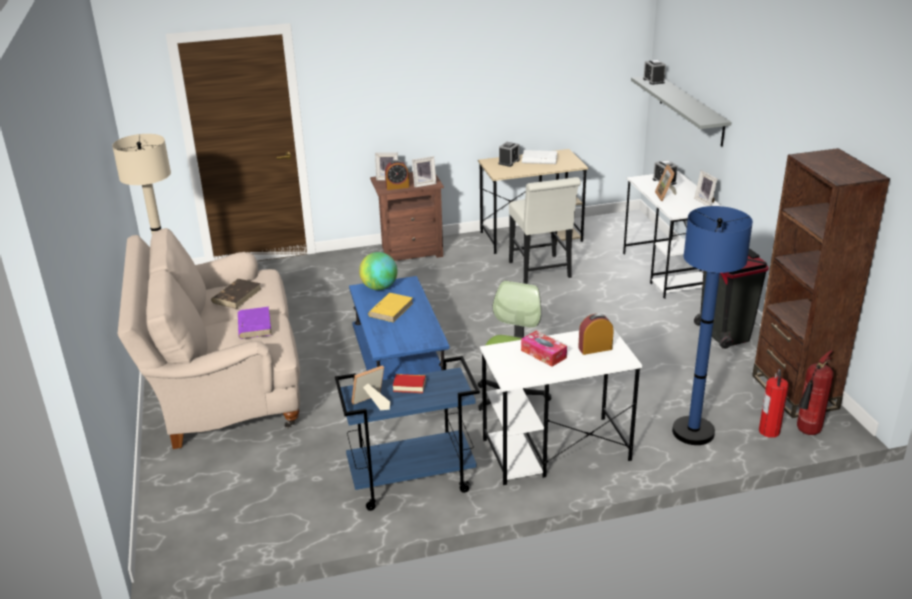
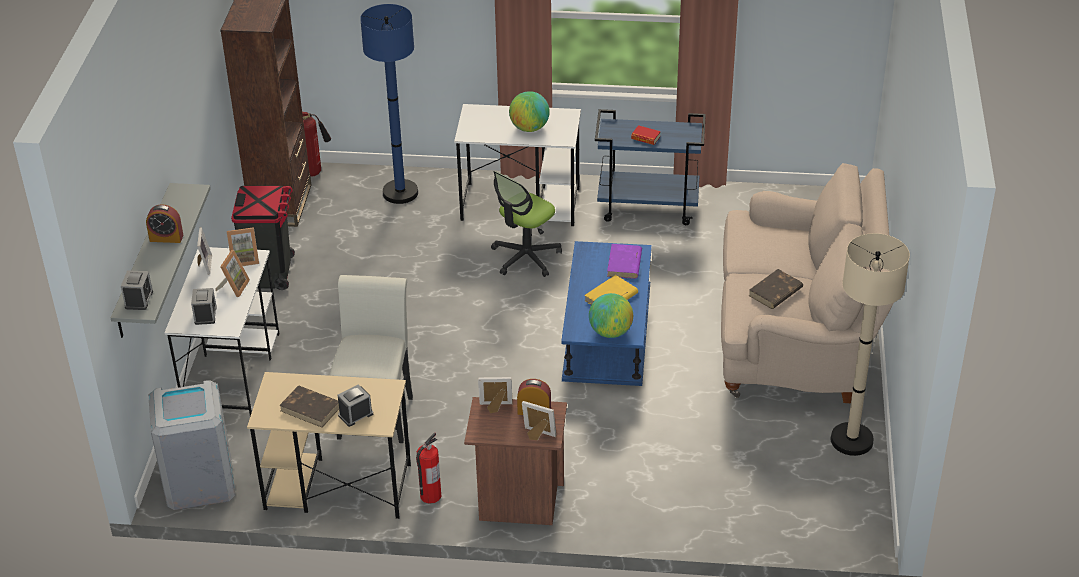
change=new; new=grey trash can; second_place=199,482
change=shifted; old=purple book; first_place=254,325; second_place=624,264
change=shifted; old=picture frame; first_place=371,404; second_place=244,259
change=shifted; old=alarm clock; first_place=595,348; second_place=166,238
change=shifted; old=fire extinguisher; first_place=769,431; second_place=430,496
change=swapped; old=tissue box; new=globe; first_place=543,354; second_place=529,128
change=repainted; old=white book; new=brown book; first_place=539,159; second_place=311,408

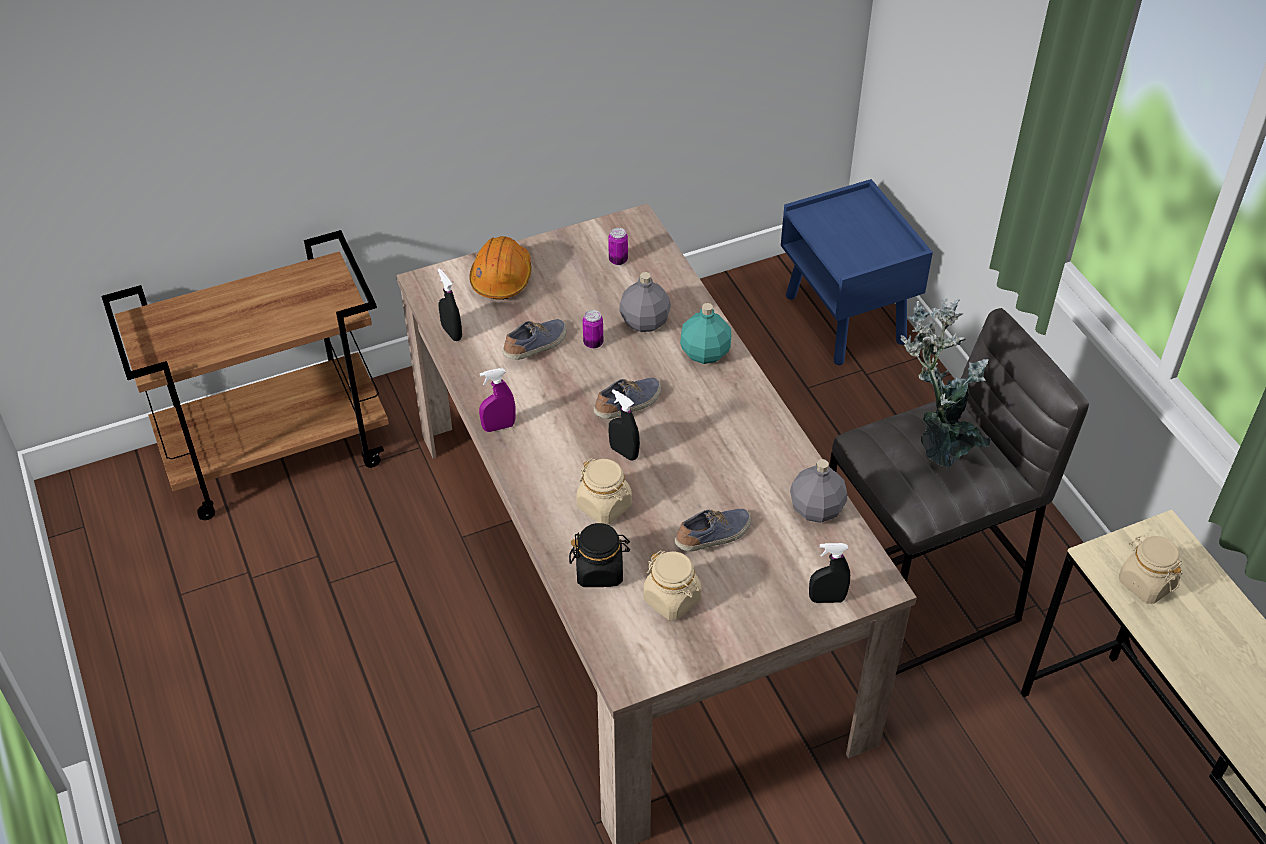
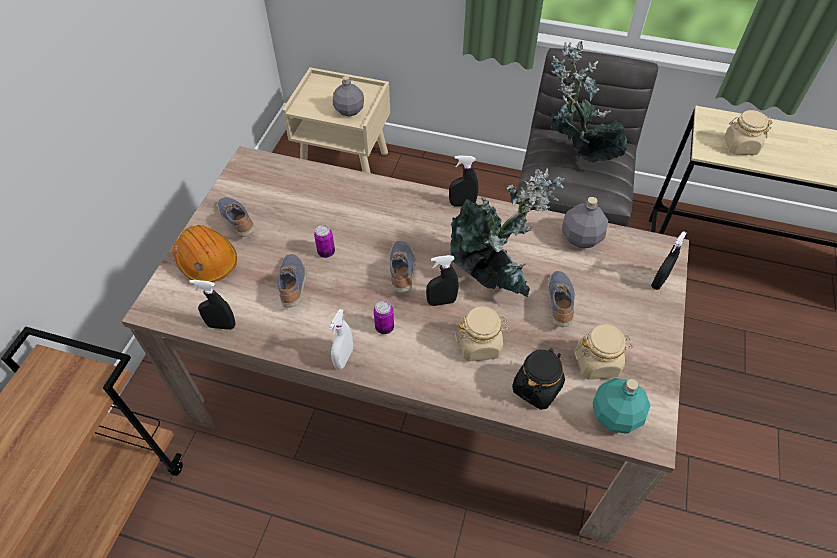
change=new; new=shoe; second_place=238,221
change=new; new=black spray bottle; second_place=462,204
change=new; new=potted plant; second_place=493,274
change=shifted; old=can; first_place=618,260; second_place=384,327
change=shifted; old=grey bottle; first_place=645,322; second_place=349,110
change=shifted; old=turquoise bottle; first_place=705,352; second_place=615,414
change=repainted; old=purple spray bottle; new=white spray bottle; first_place=498,427; second_place=344,358
change=repainted; old=blue nightstand; new=beige nightstand; first_place=846,320; second_place=345,162

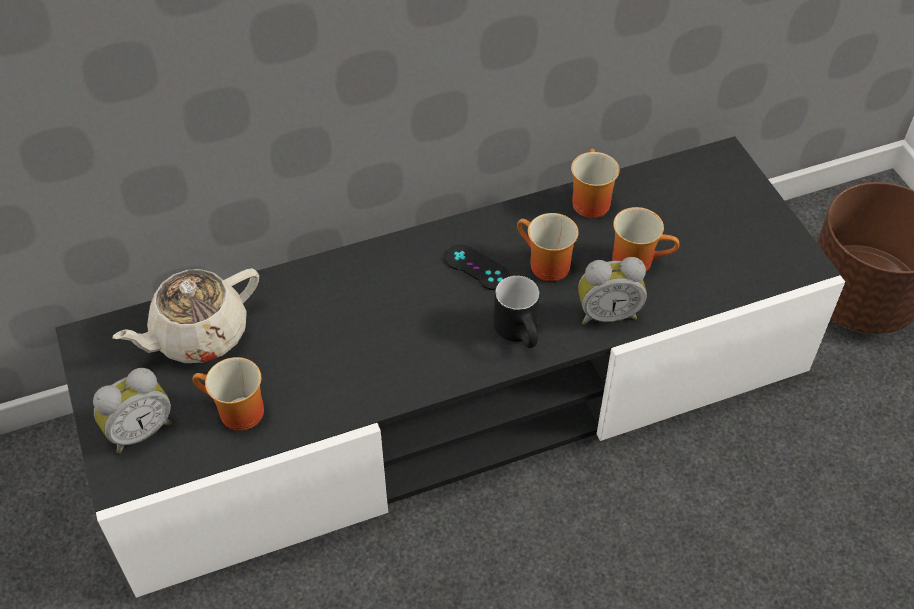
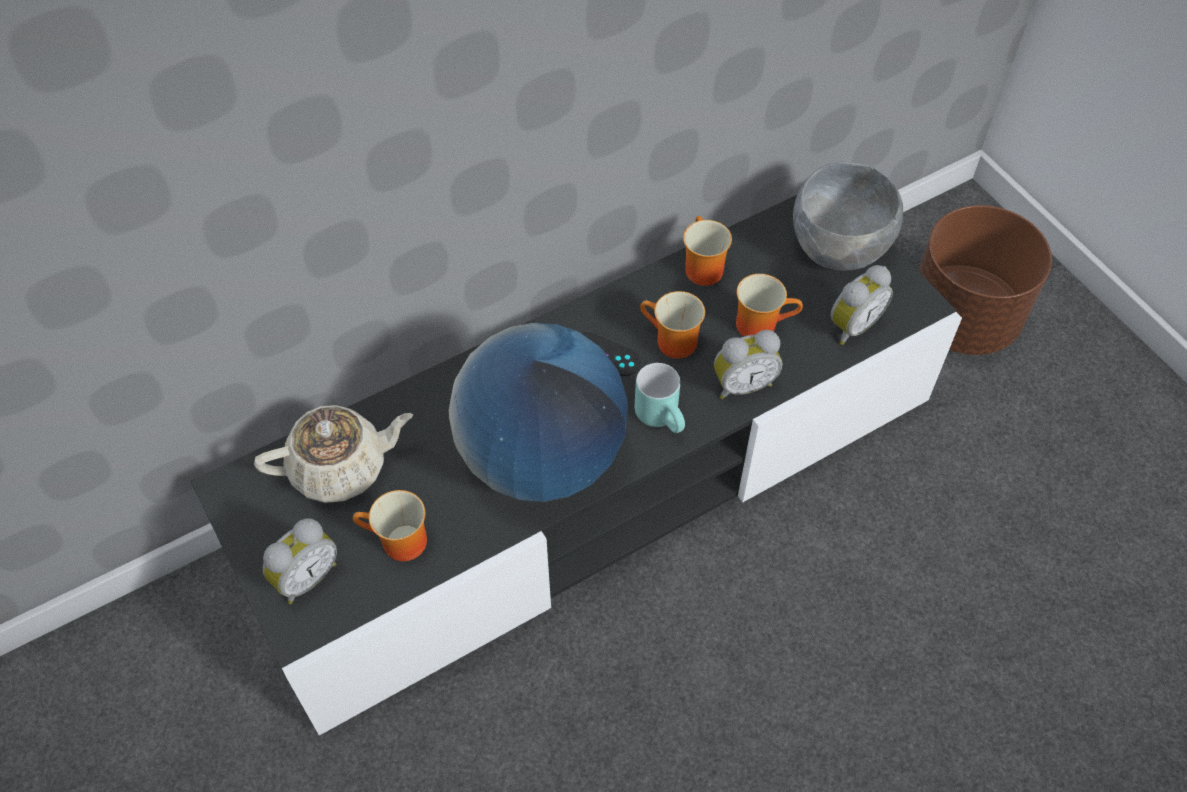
change=new; new=globe; second_place=541,458
change=new; new=grey bowl; second_place=839,248
change=new; new=alarm clock; second_place=851,325
change=repainted; old=black mug; new=turquoise mug; first_place=522,334; second_place=664,417
change=rotated; old=beige teapot; first_place=198,335; second_place=341,467; degrees=-150

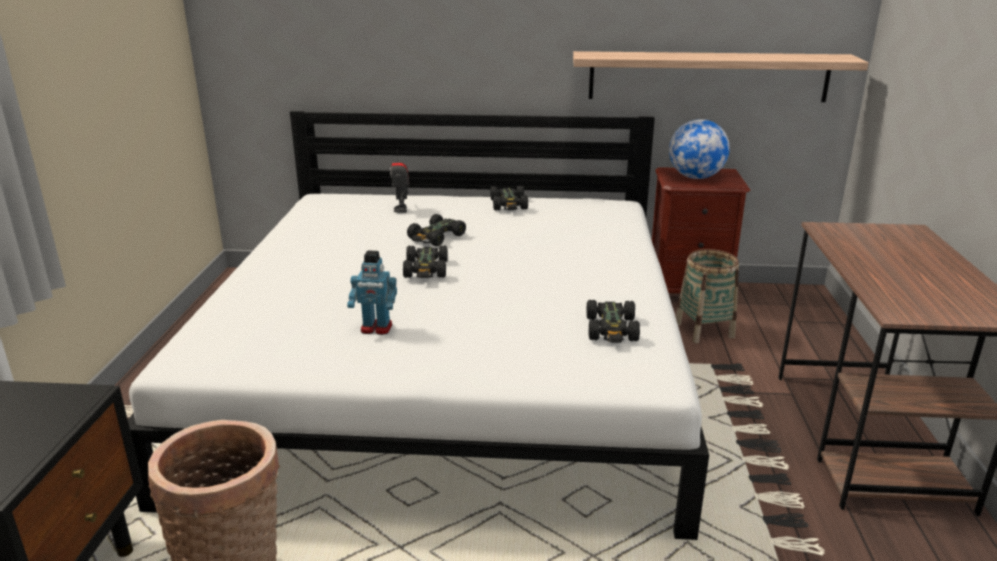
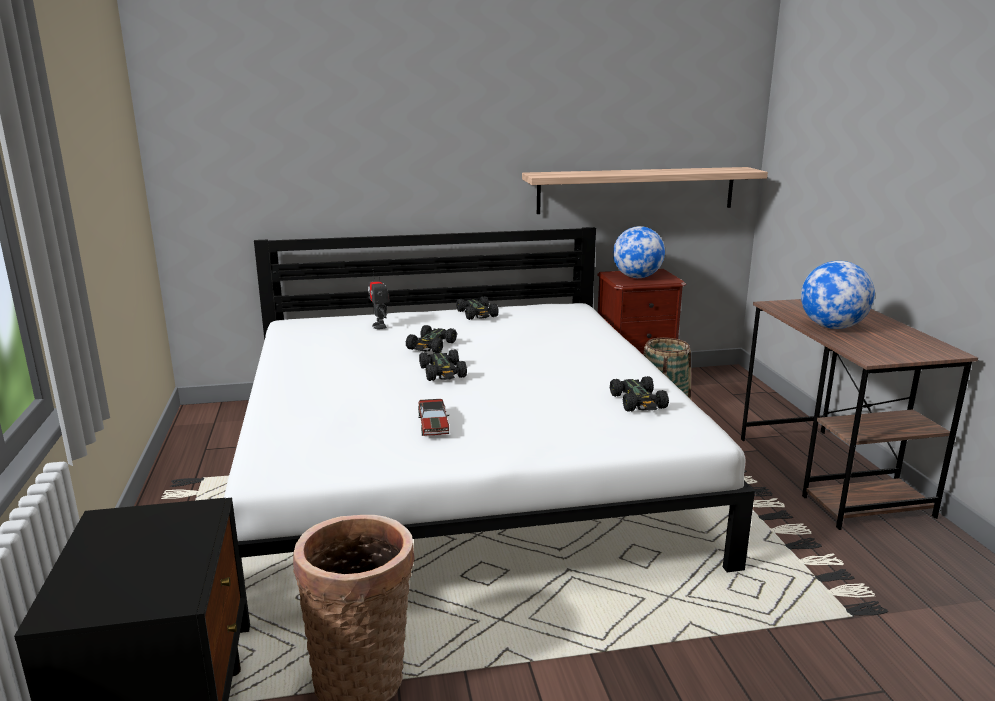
change=new; new=globe; second_place=832,327
change=swapped; old=toy robot; new=toy car; first_place=376,328; second_place=433,424

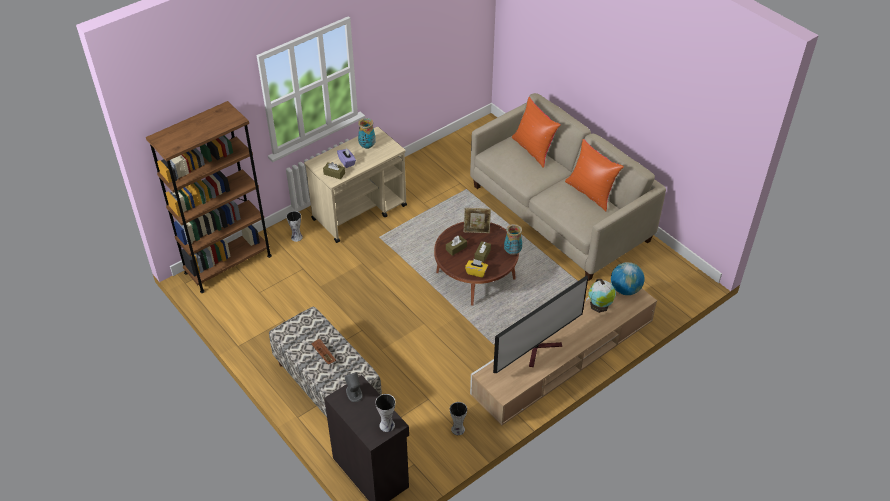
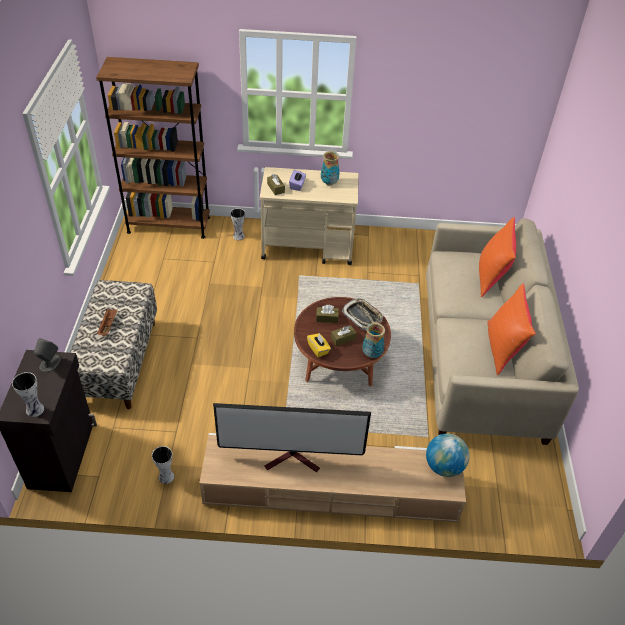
change=gone; old=globe; first_place=600,306
change=swapped; old=picture frame; new=tray; first_place=476,231; second_place=362,316

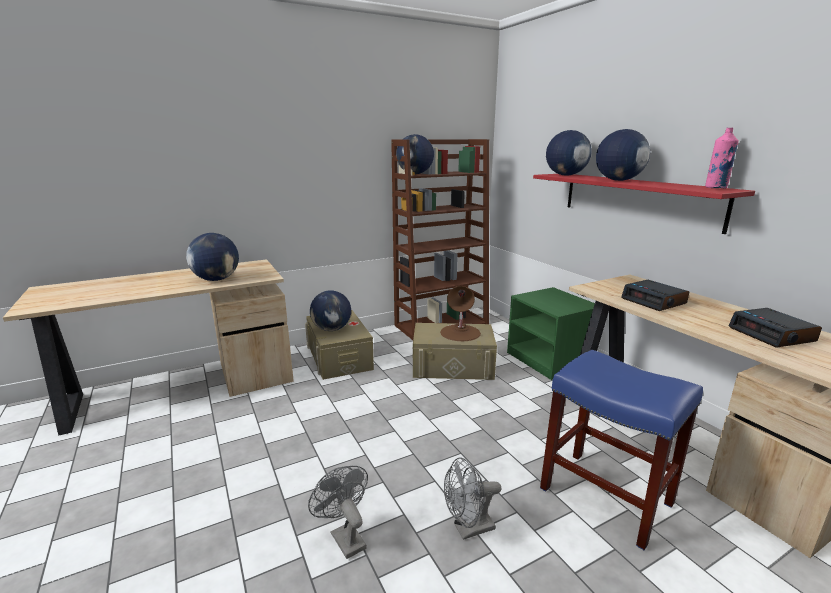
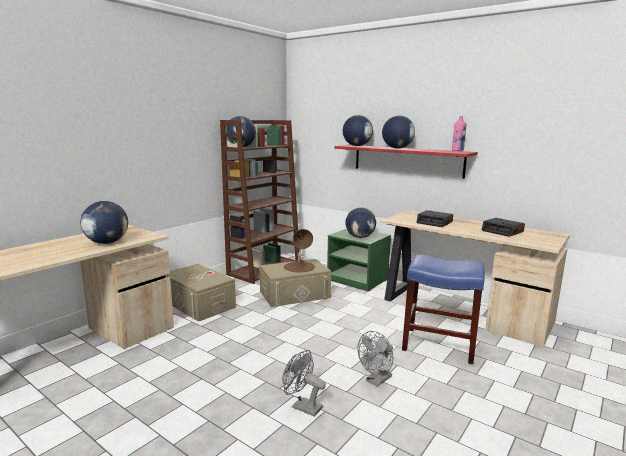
change=shifted; old=globe; first_place=332,329; second_place=360,237

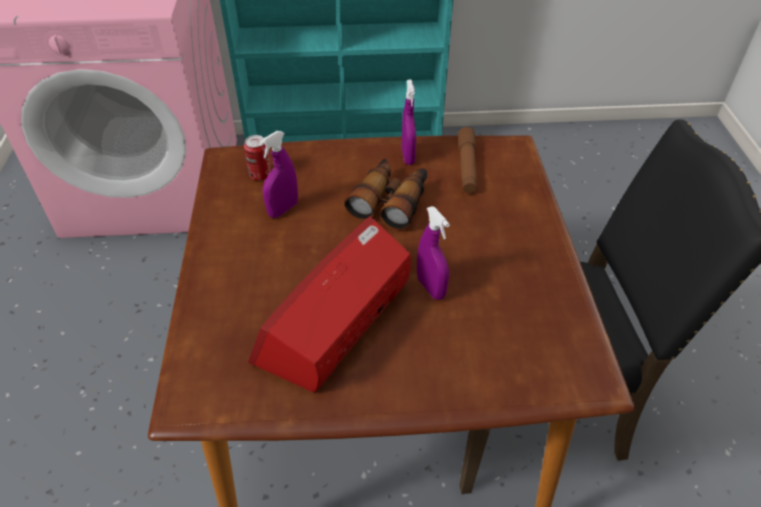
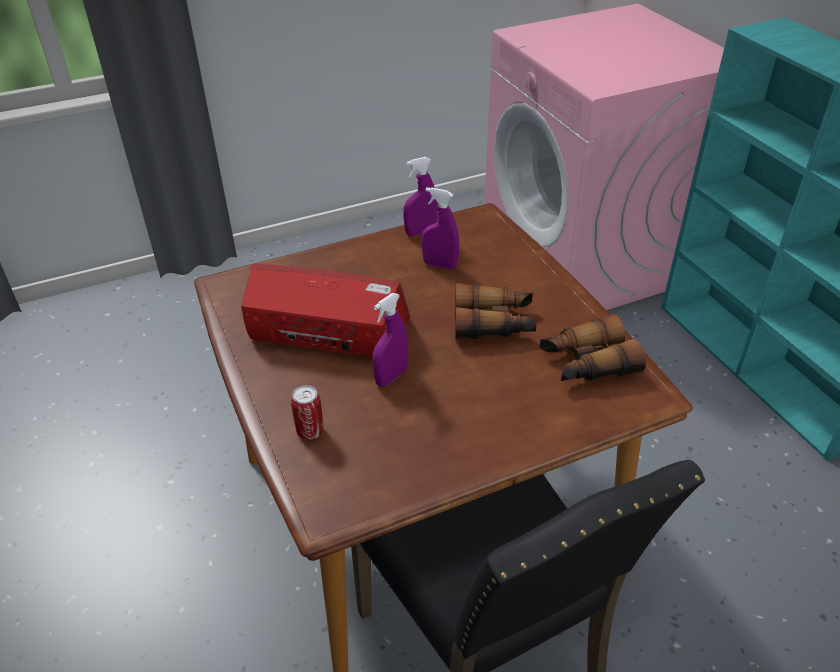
change=shifted; old=can; first_place=260,175; second_place=310,431
change=shifted; old=purple spray bottle; first_place=408,156; second_place=420,232
change=swapped; old=brown flashlight; new=binoculars; first_place=467,166; second_place=586,363

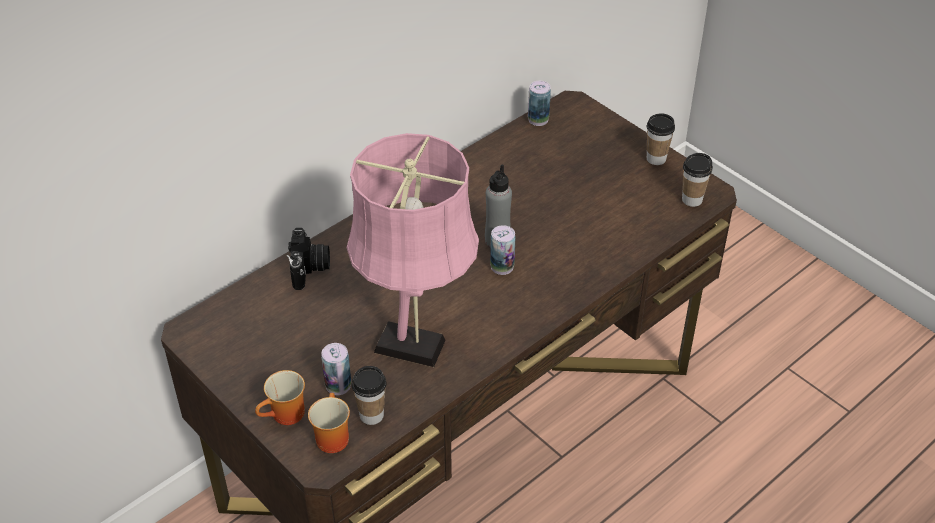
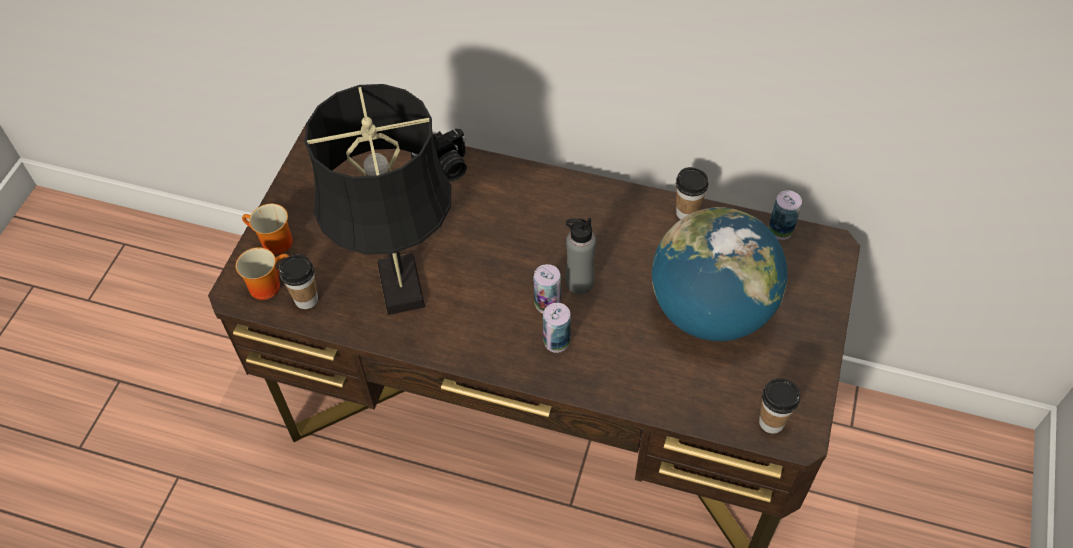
change=new; new=globe; second_place=710,311
change=shifted; old=can; first_place=338,385; second_place=556,341
change=shifted; old=cup; first_place=656,159; second_place=687,213
change=repainted; old=pink table lamp; new=black table lamp; first_place=416,348; second_place=402,291

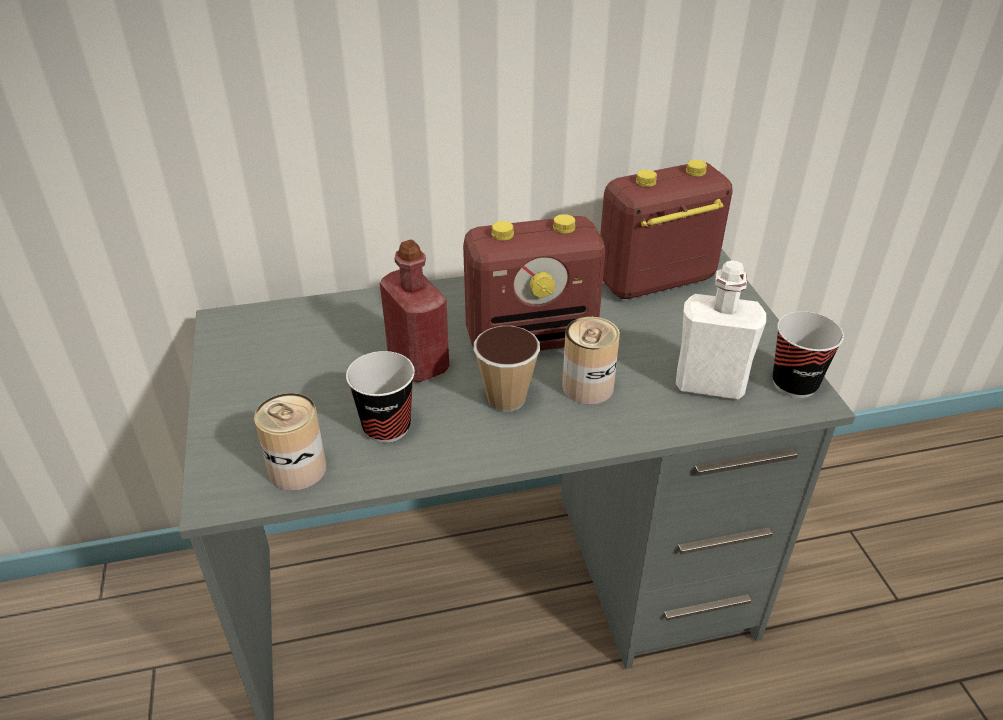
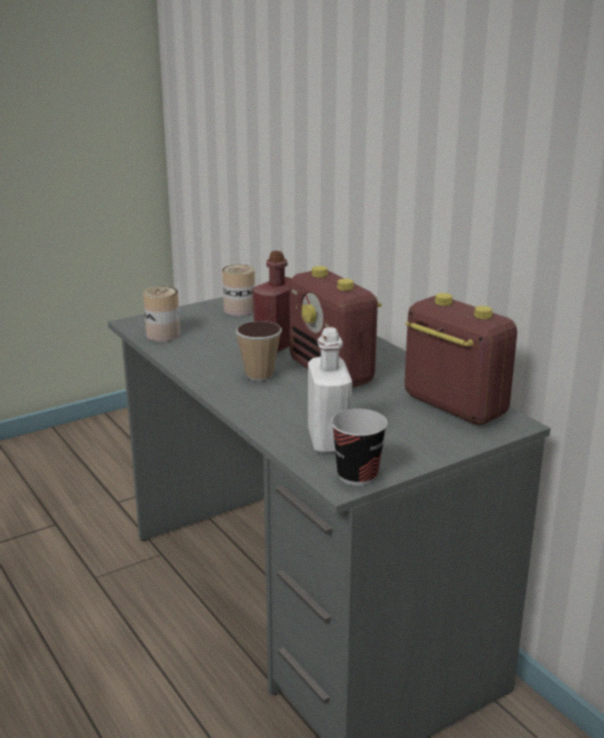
change=gone; old=cup; first_place=386,427
change=shifted; old=can; first_place=587,387; second_place=239,310

